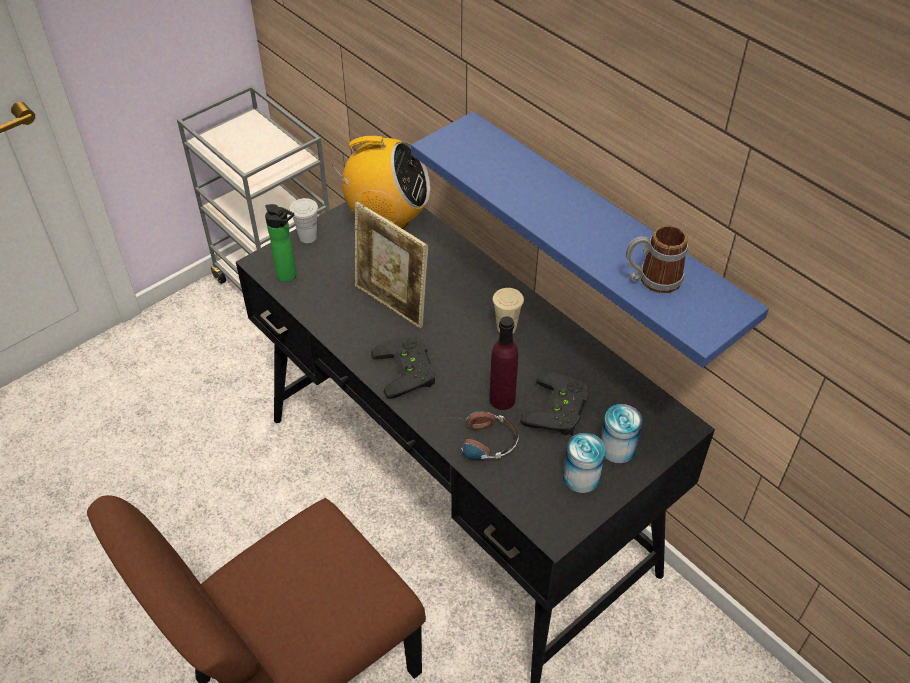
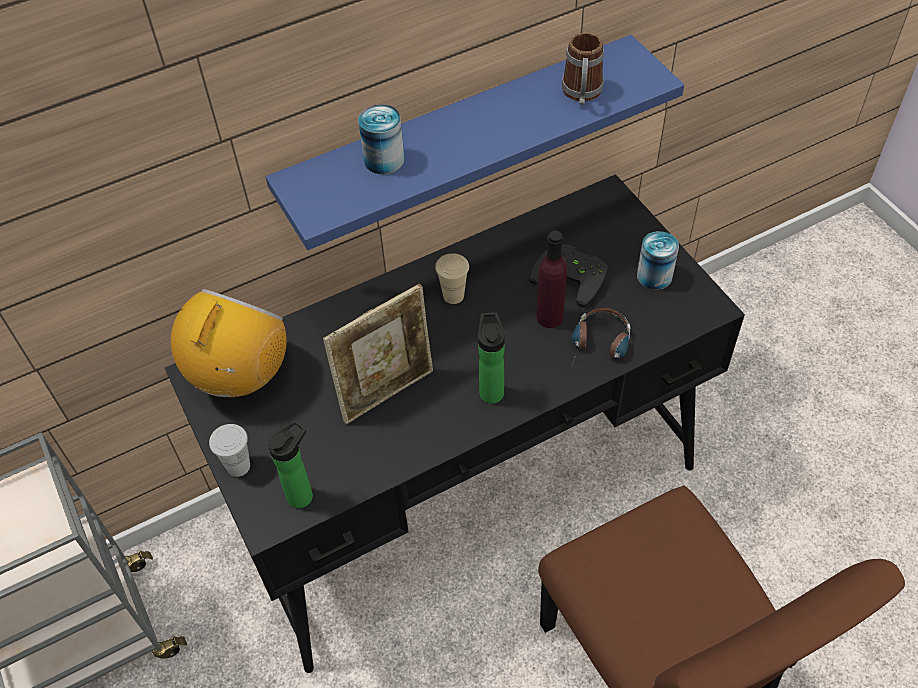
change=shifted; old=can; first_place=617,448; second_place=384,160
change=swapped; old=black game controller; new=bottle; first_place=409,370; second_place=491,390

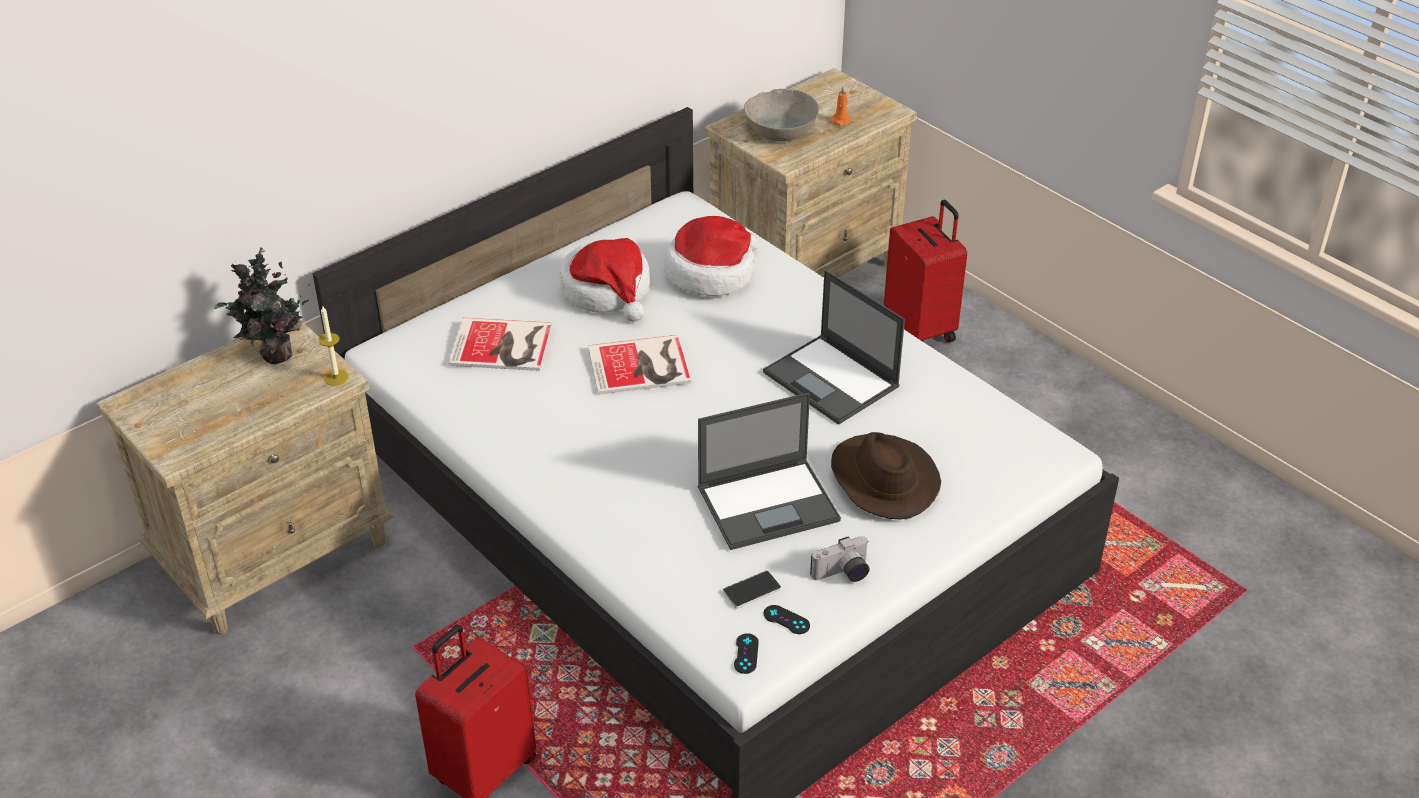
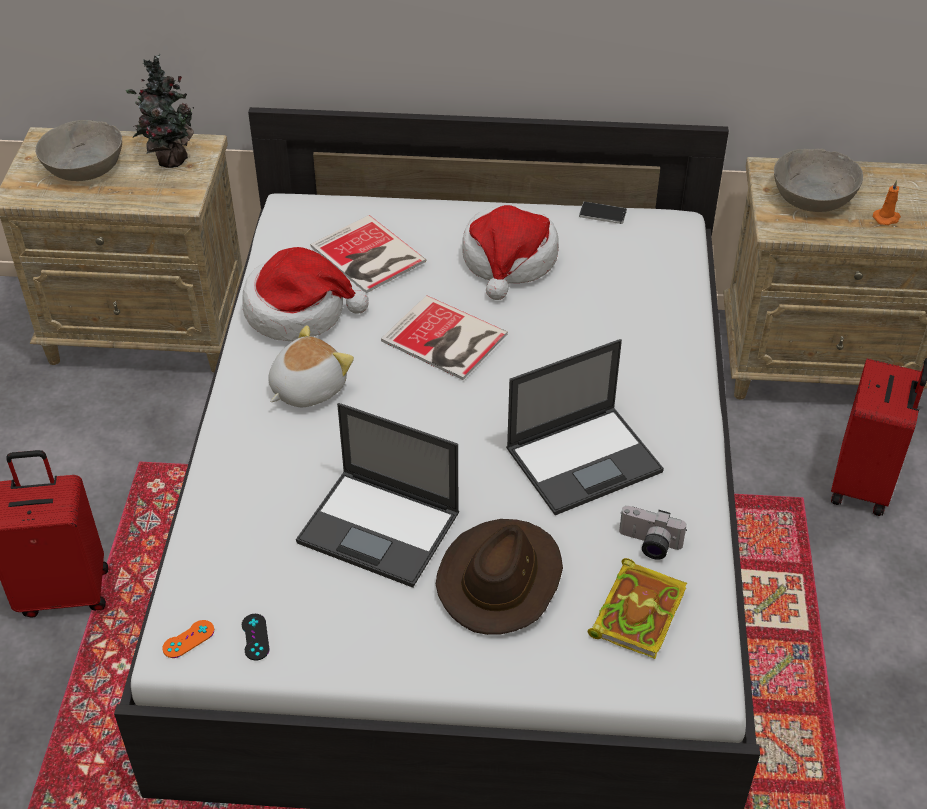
change=gone; old=candle; first_place=336,377
change=new; new=grey bowl; second_place=84,167
change=new; new=plush toy; second_place=306,388
change=new; new=book; second_place=638,610
change=shifted; old=hat; first_place=711,273; second_place=298,311
change=shifted; old=phone; first_place=751,591; second_place=602,214
change=shifted; old=photo camera; first_place=843,574; second_place=648,545
change=repainted; old=black game controller; new=orange game controller; first_place=746,654; second_place=188,639
change=rotated; old=laptop; first_place=832,380; second_place=585,459; degrees=-120

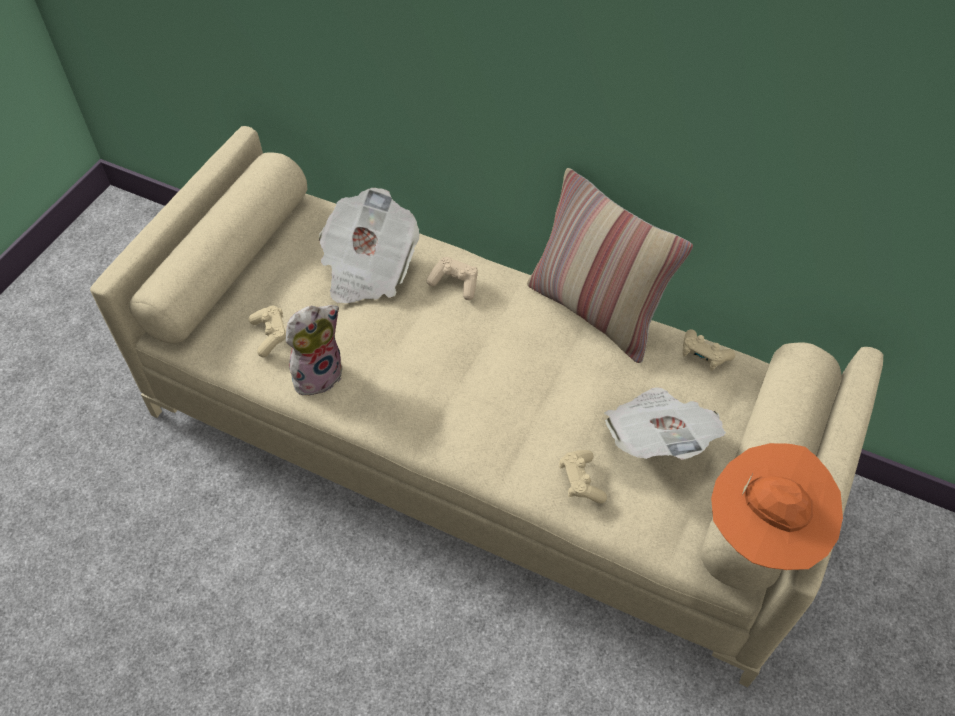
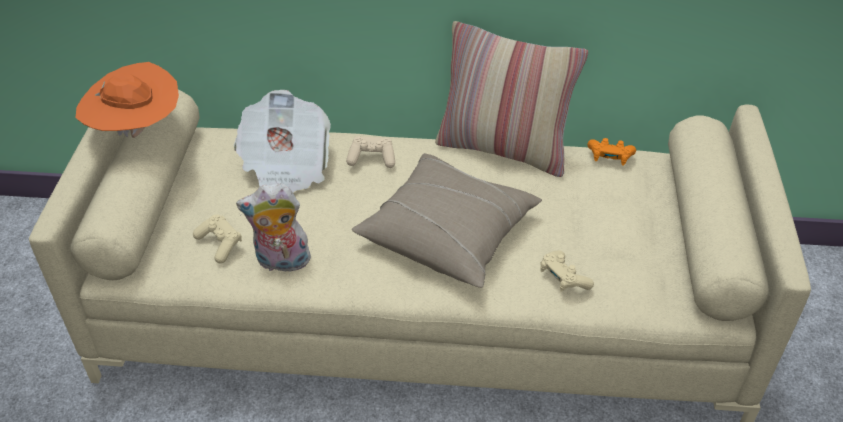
change=gone; old=newspaper; first_place=657,438
change=new; new=beige pillow; second_place=448,234
change=shifted; old=orange hat; first_place=764,530; second_place=137,132
change=repainted; old=beige game controller; new=orange game controller; first_place=703,355; second_place=609,157
change=rotated; old=plush toy; first_place=317,373; second_place=281,262; degrees=-120

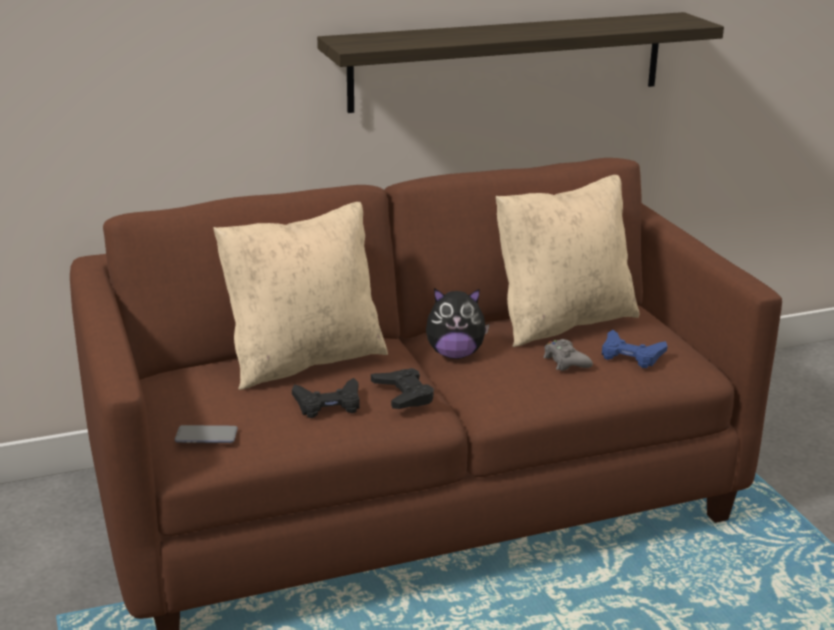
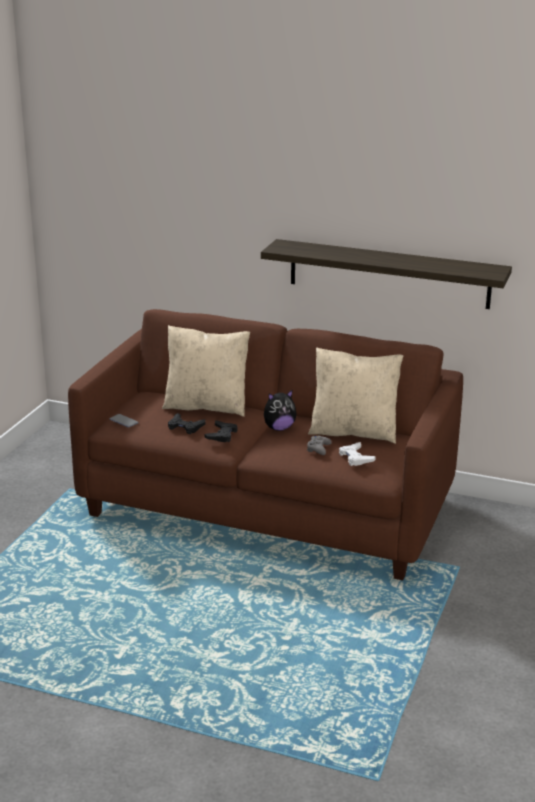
change=repainted; old=blue game controller; new=white game controller; first_place=631,355; second_place=355,458
change=rotated; old=plush toy; first_place=455,354; second_place=279,428; degrees=-60

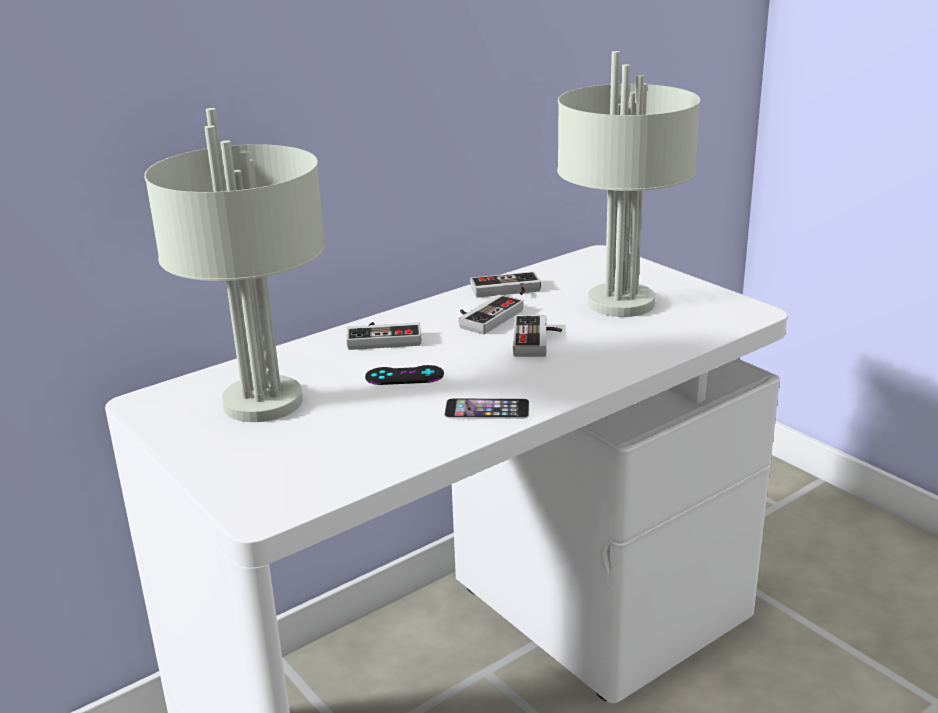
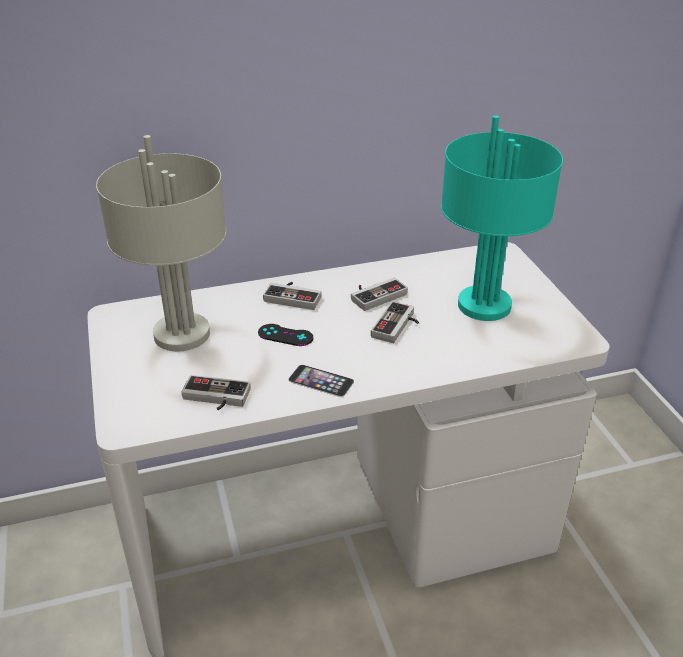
change=shifted; old=game controller; first_place=507,291; second_place=214,398
change=repainted; old=grey table lamp; new=turquoise table lamp; first_place=621,302; second_place=485,305

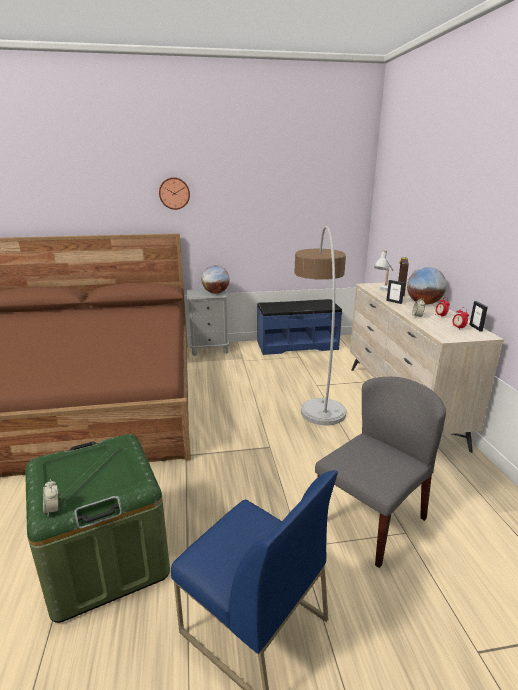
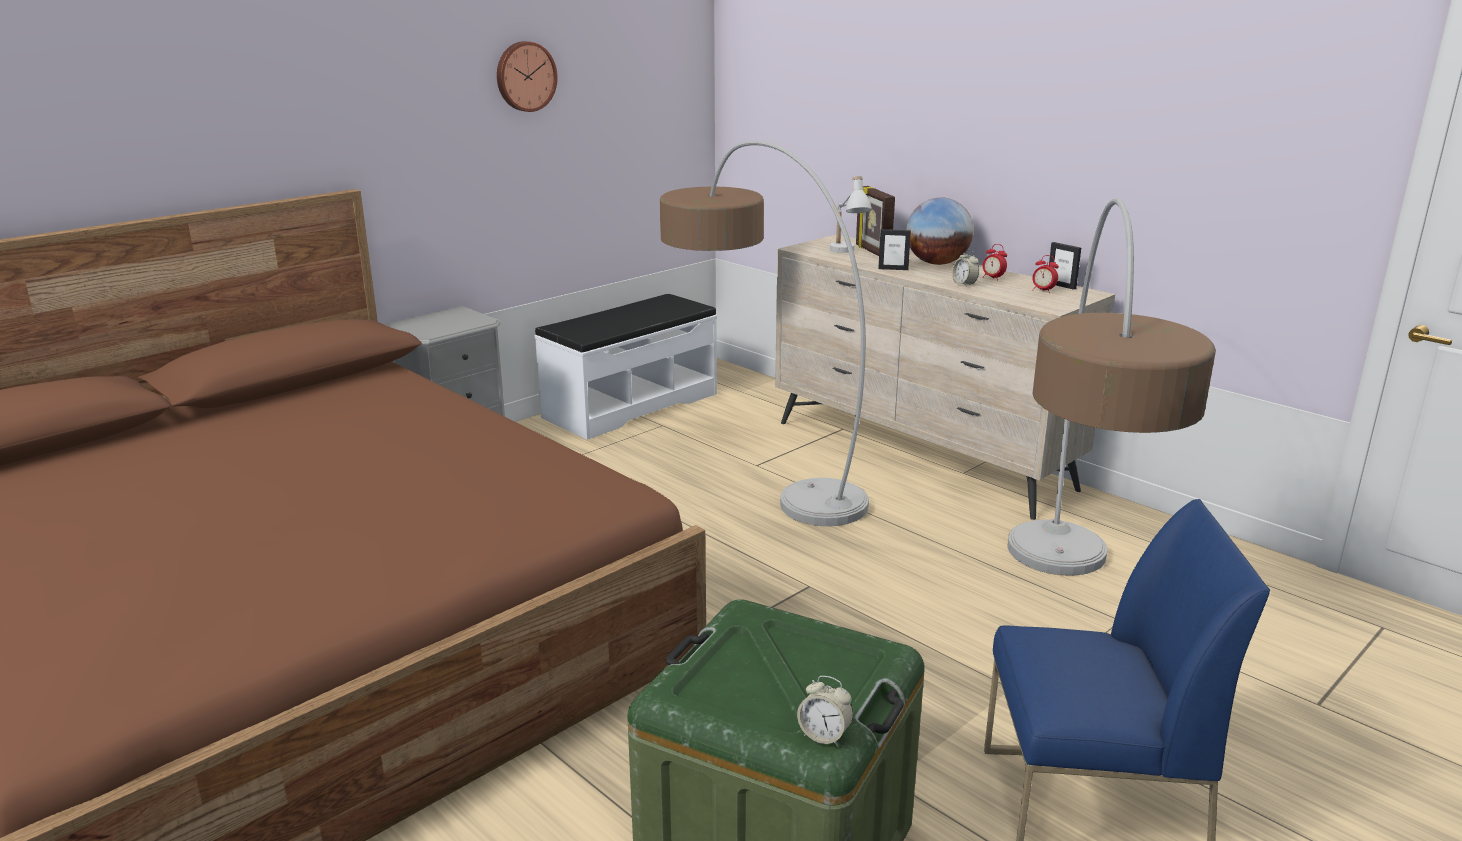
change=gone; old=globe; first_place=216,293
change=shifted; old=wall clock; first_place=174,193; second_place=525,76
change=swapped; old=grey chair; new=floor lamp; first_place=371,519; second_place=1066,623
change=repainted; old=blue bench; new=white bench; first_place=297,345; second_place=630,405

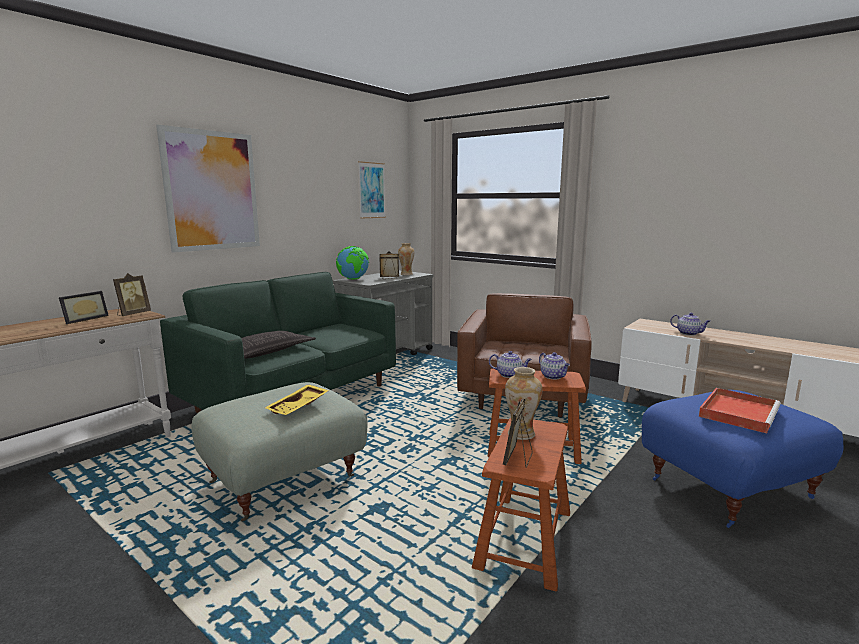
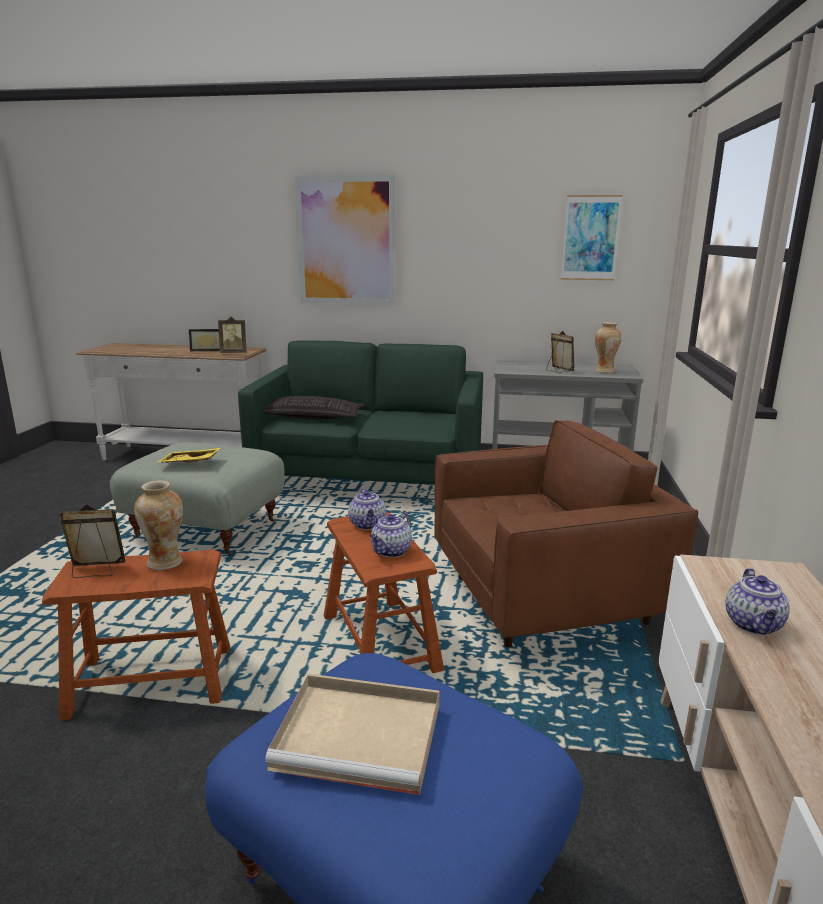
change=gone; old=globe; first_place=353,279
change=repainted; old=red tray; new=beige tray; first_place=738,412; second_place=362,736

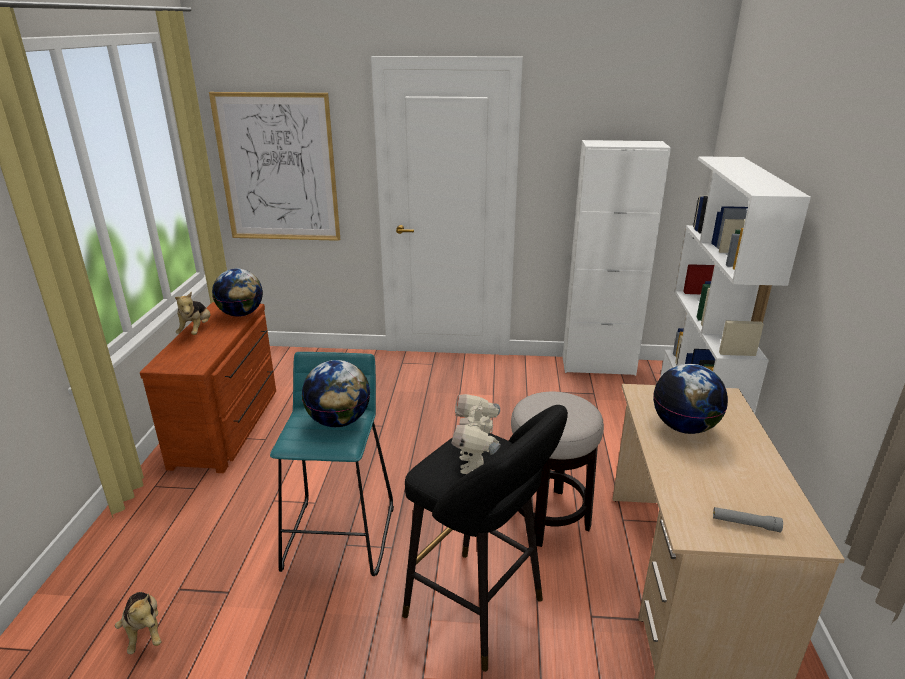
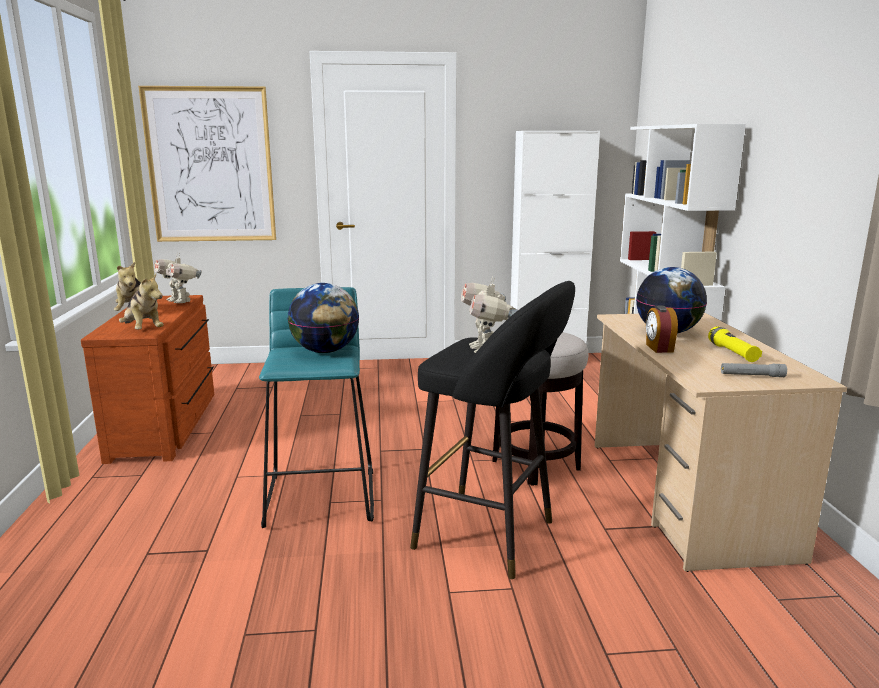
change=new; new=alarm clock; second_place=658,348
change=new; new=yellow flashlight; second_place=732,353
change=shifted; old=plush toy; first_place=144,631; second_place=143,330
change=swapped; old=globe; new=toy robot; first_place=241,314; second_place=180,301

